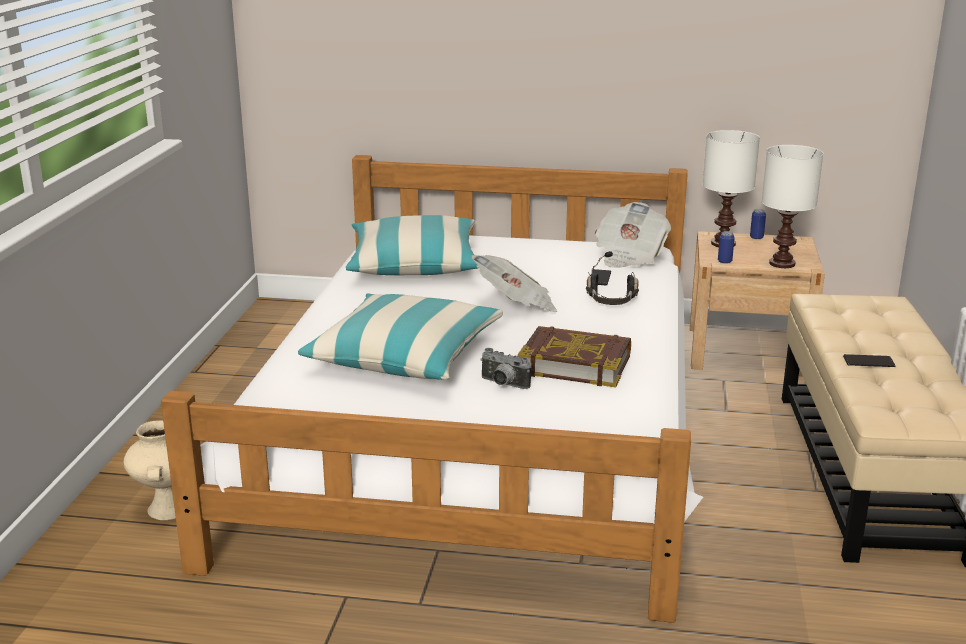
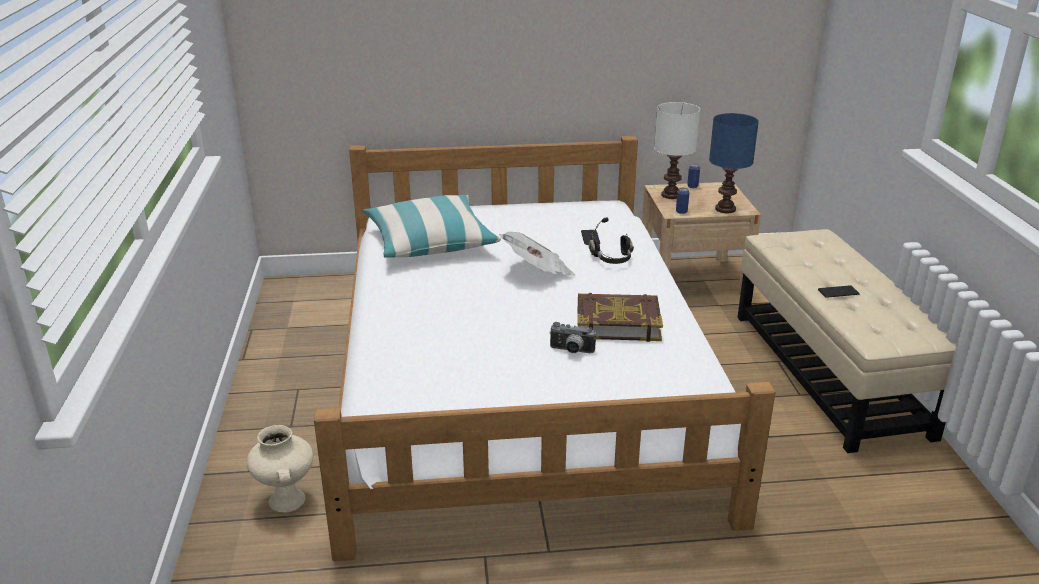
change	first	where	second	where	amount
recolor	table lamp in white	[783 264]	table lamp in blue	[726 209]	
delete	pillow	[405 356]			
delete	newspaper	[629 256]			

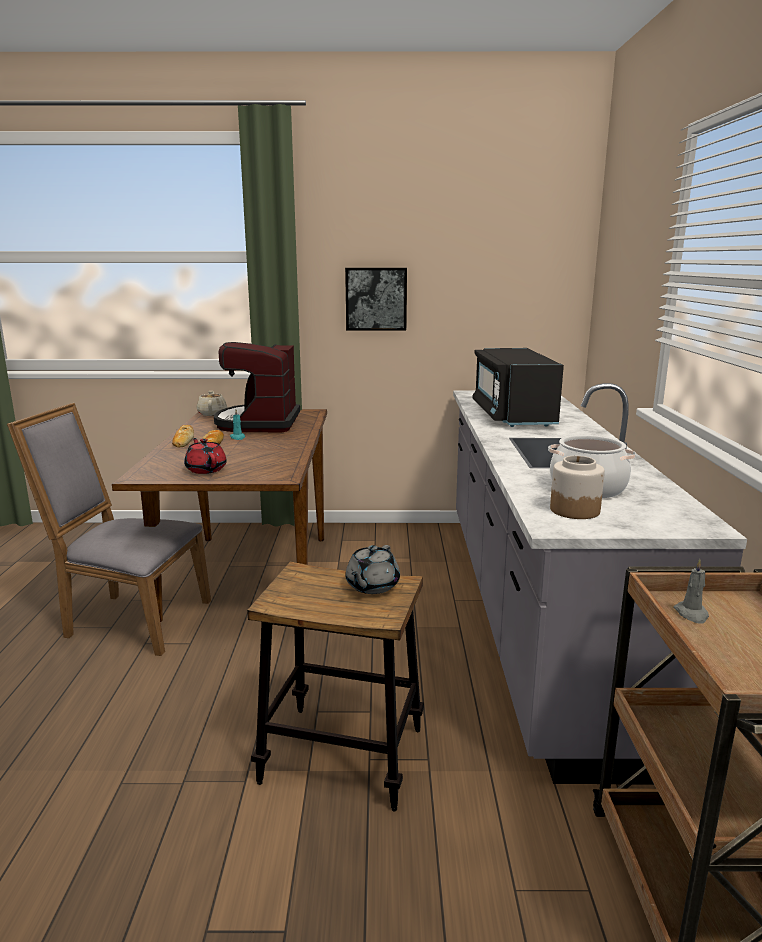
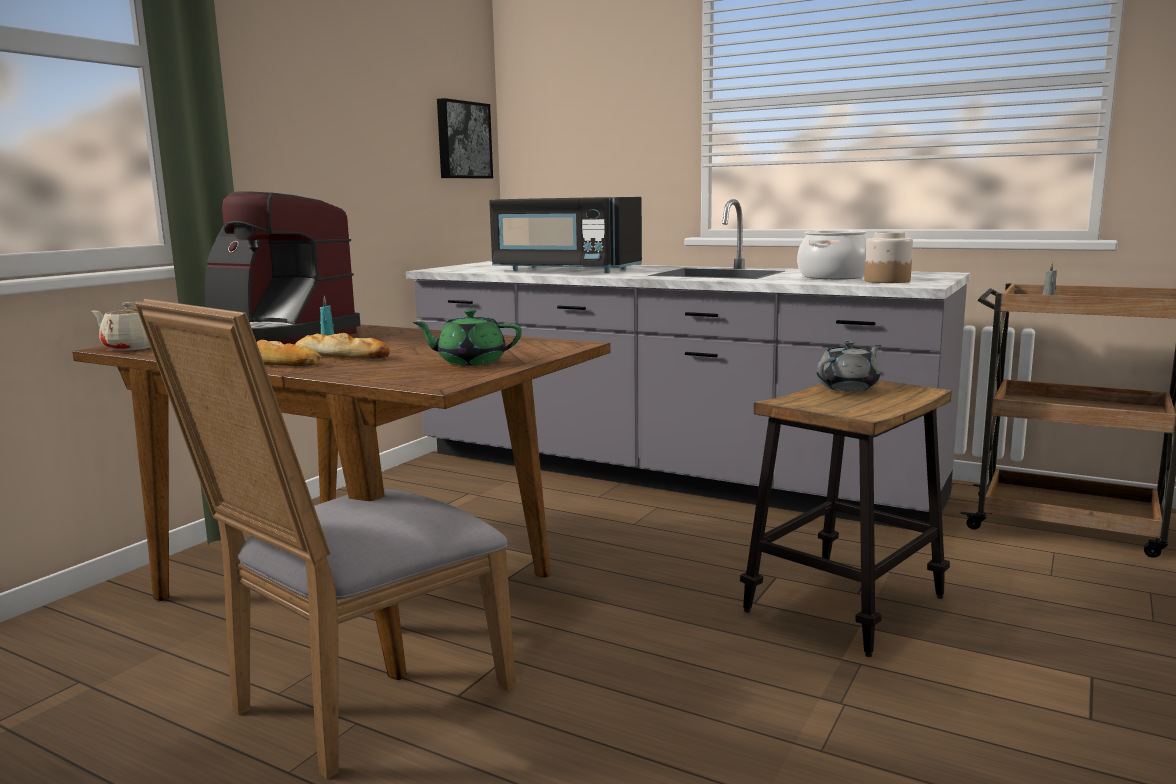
change	first	where	second	where	amount
recolor	teapot in red	[206 469]	teapot in green	[470 362]	
move	picture	[376 299]		[462 140]	
rotate	teapot in grey	[371 586]		[848 387]	90 degrees counterclockwise

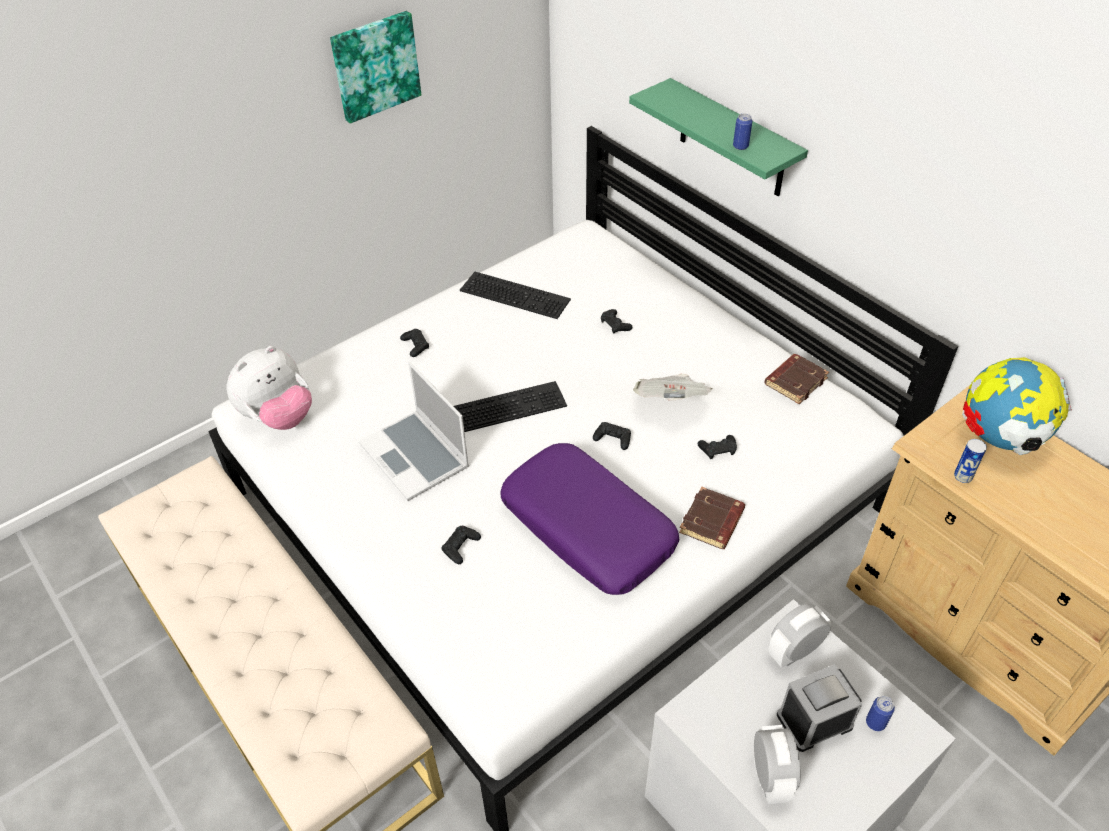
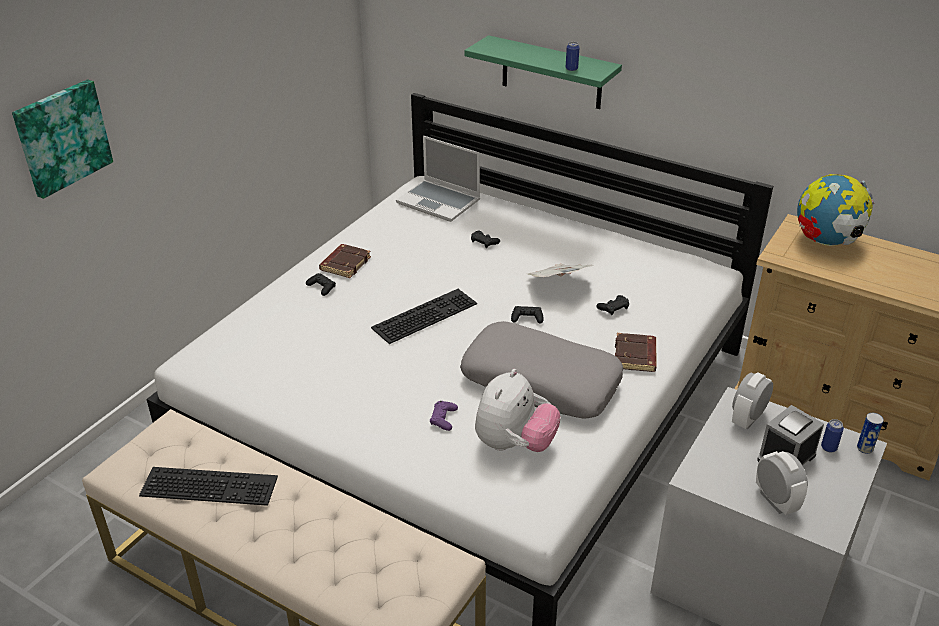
change	first	where	second	where	amount
move	picture	[375 66]		[62 137]	
move	keyboard	[516 294]		[211 484]	
move	book in brown	[795 381]		[345 264]	
move	laptop	[416 456]		[440 202]	
recolor	game controller in black	[460 547]	game controller in purple	[443 419]	
recolor	pillow in purple	[588 527]	pillow in grey	[541 382]	
move	plush toy	[279 417]		[514 444]	
move	can	[962 476]		[864 448]	

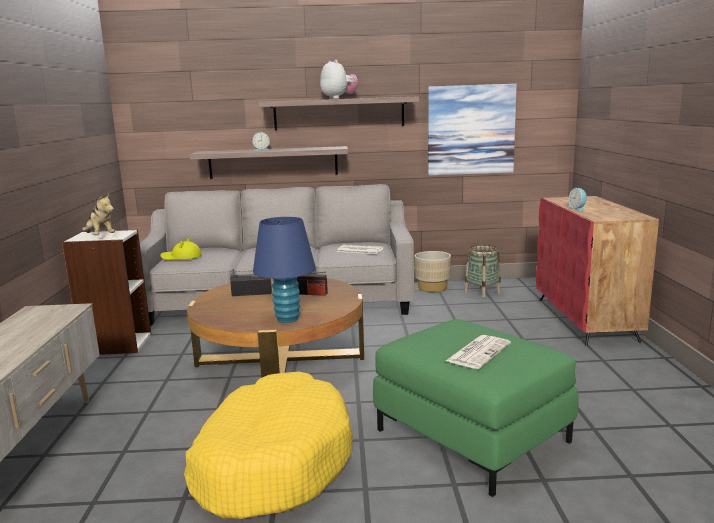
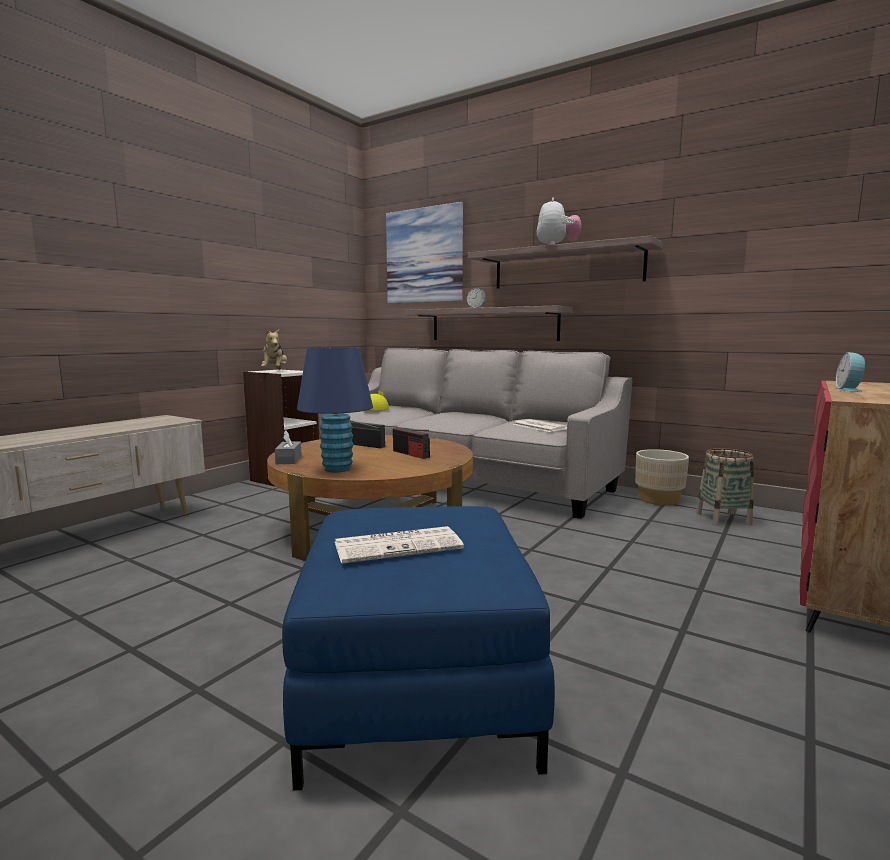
change	first	where	second	where	amount
insert			tissue box in grey	[288 460]	
recolor	ottoman in green	[472 435]	ottoman in blue	[418 686]	
move	picture	[471 130]		[424 256]	
delete	dog bed in yellow	[272 462]			

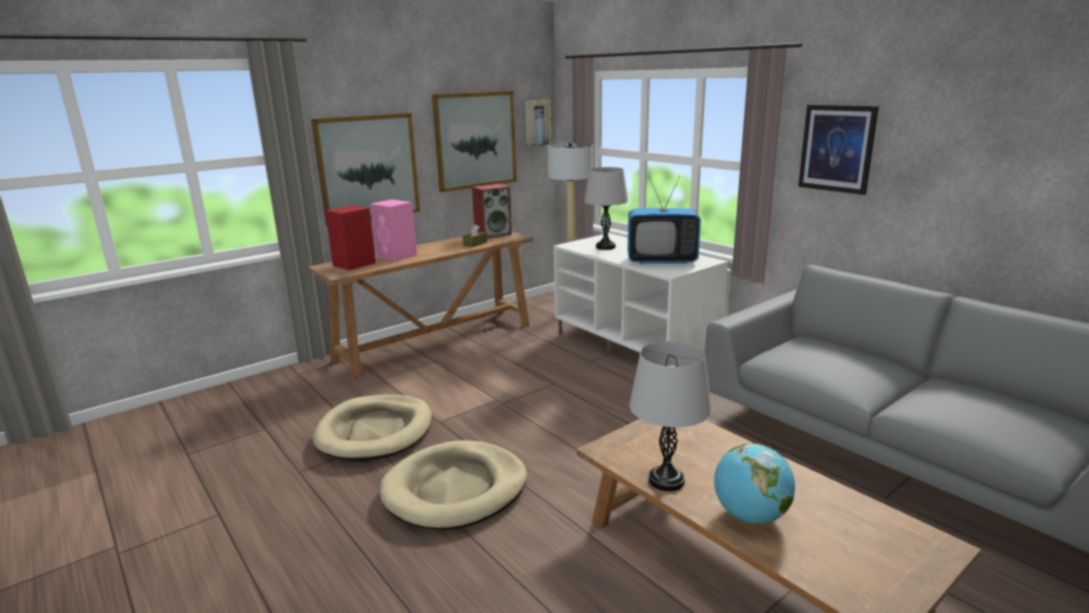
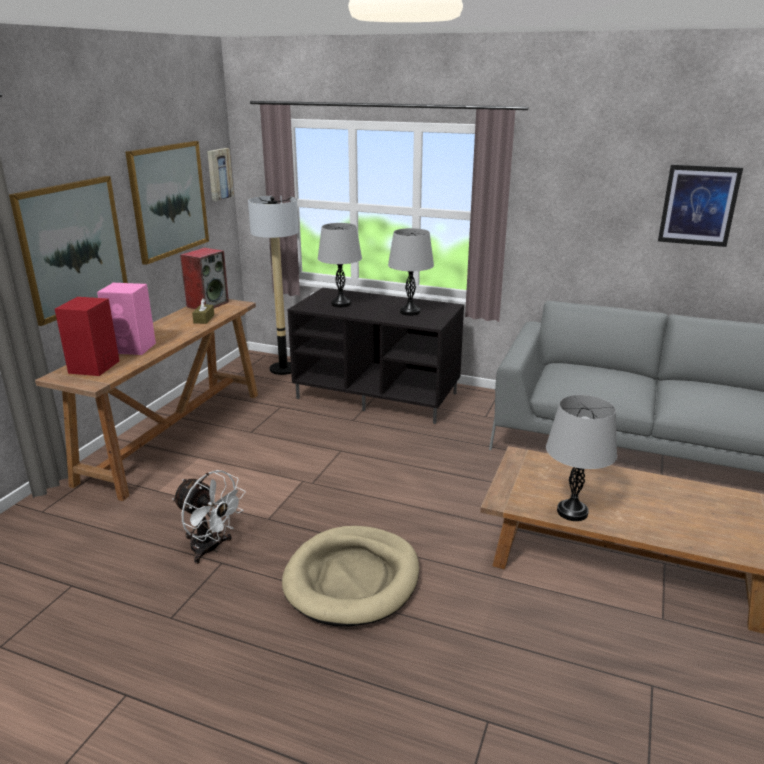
change	first	where	second	where	amount
replace	dog bed in beige	[375 432]	fan in white	[211 549]	
recolor	tv stand in white	[635 345]	tv stand in black	[378 395]	
replace	television	[661 261]	table lamp in grey	[410 312]	
move	picture	[837 148]		[698 205]	
delete	globe	[750 516]			

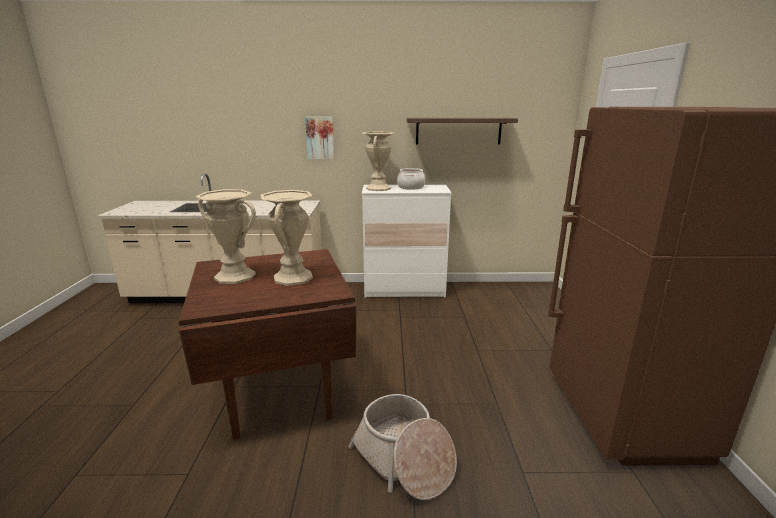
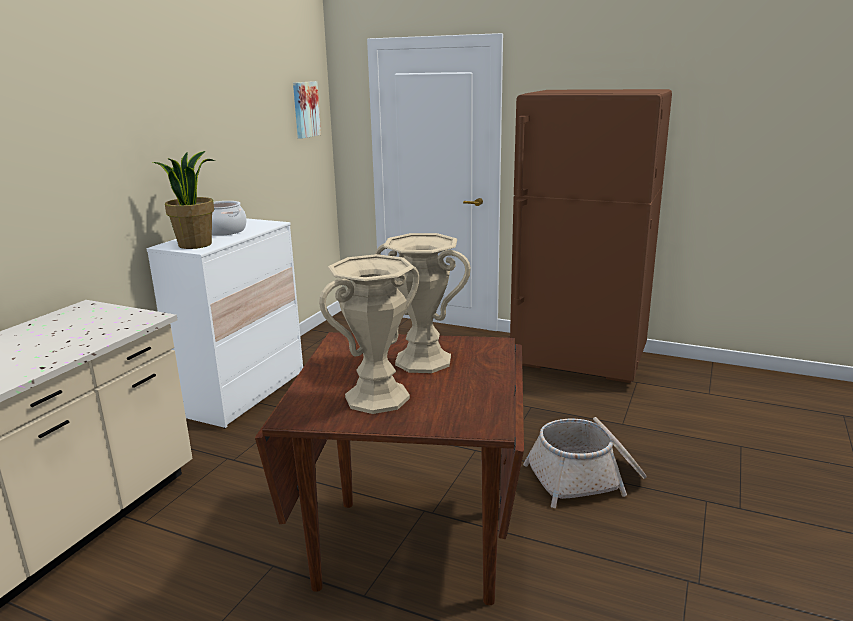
change	first	where	second	where	amount
replace	vase in beige	[378 188]	potted plant	[195 244]	
move	picture	[320 138]		[305 109]	
delete	shelf	[458 131]			

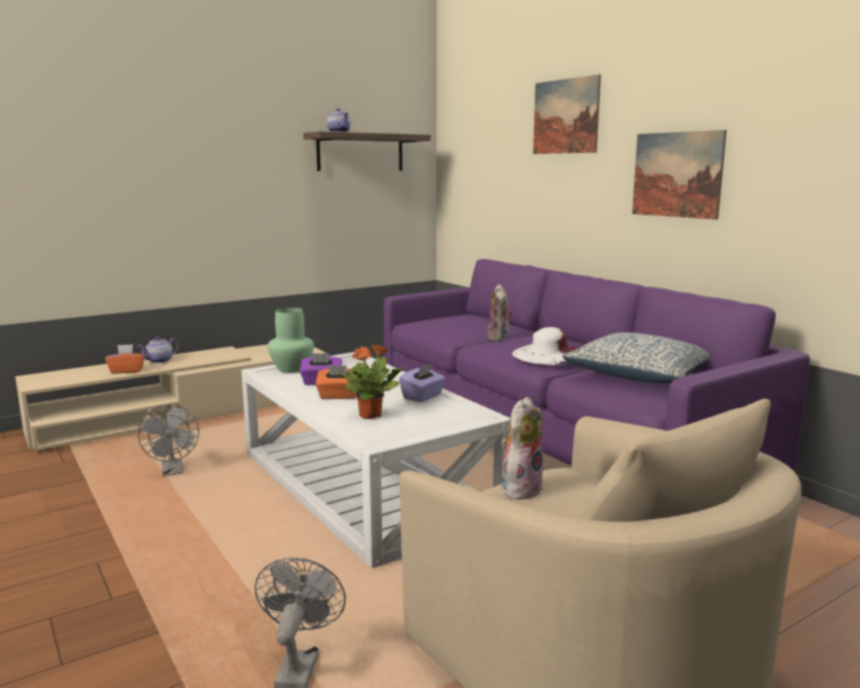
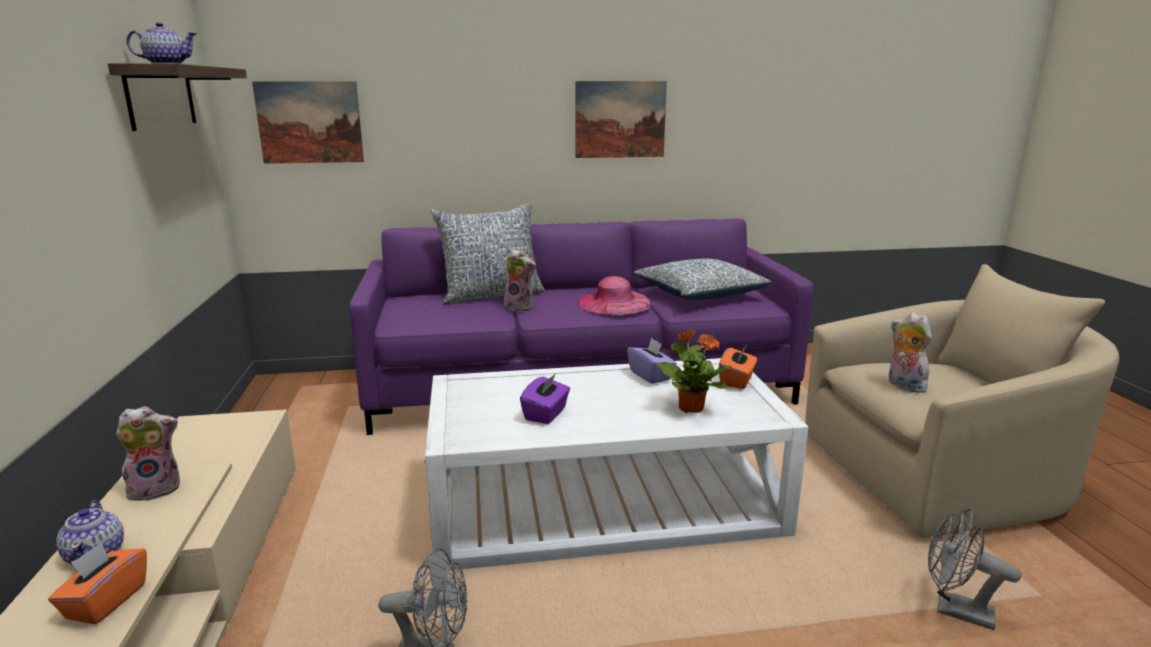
change	first	where	second	where	amount
insert			plush toy	[156 489]	
move	picture	[565 116]		[309 122]	
insert			pillow	[491 295]	
recolor	hat in white	[550 355]	hat in pink	[614 303]	
move	tissue box in orange	[339 396]		[737 381]	
delete	vase in green	[291 369]			

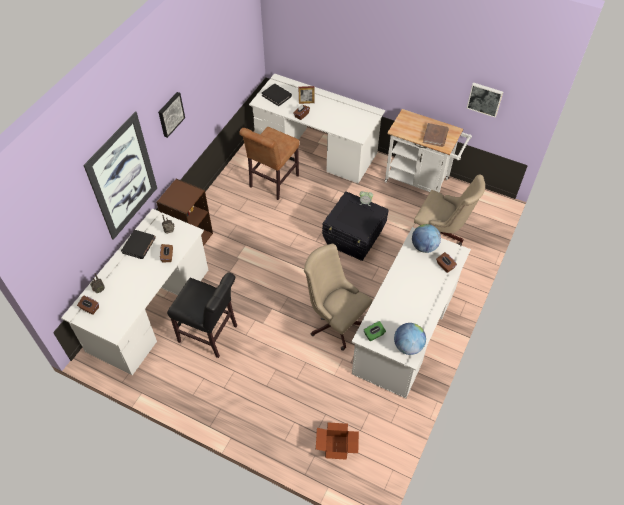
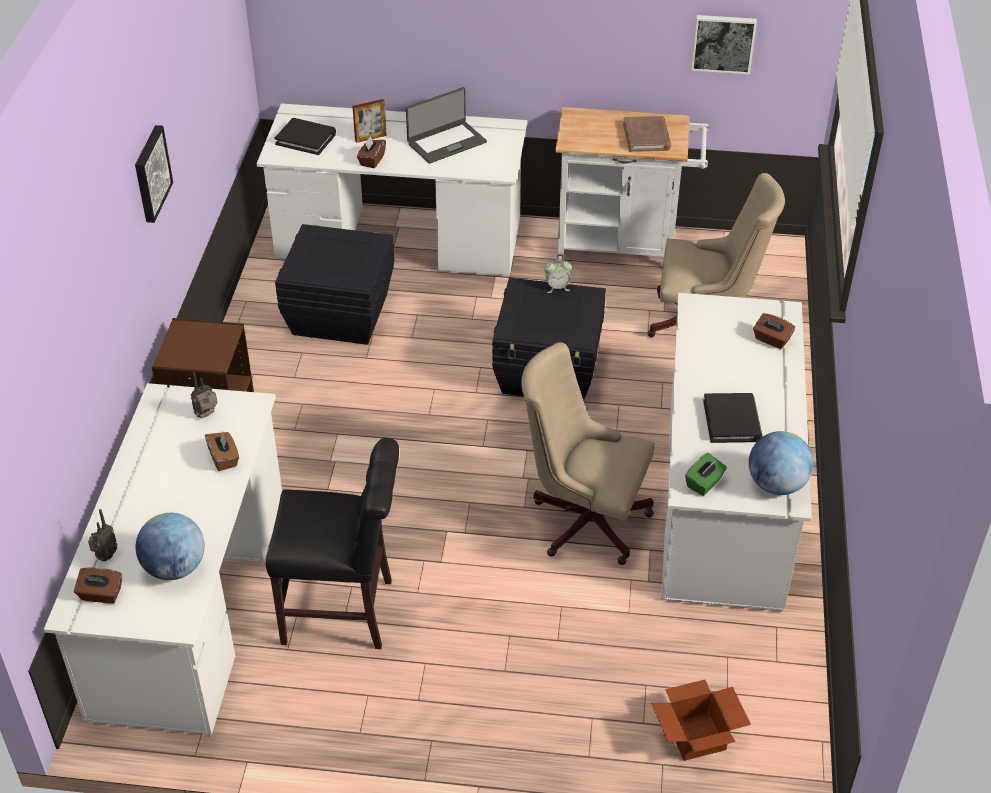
change	first	where	second	where	amount
move	globe	[424 247]		[175 568]	
replace	chair in brown	[272 183]	storage box in black	[339 314]	
insert			laptop	[446 142]	
move	book in black	[139 245]		[732 421]	
delete	picture	[123 177]			

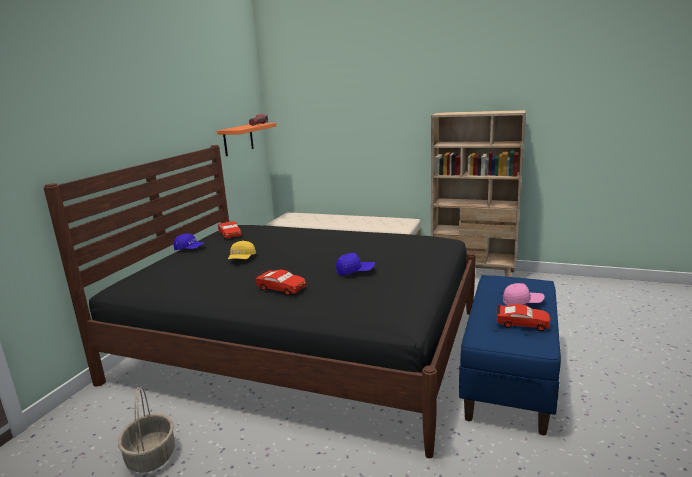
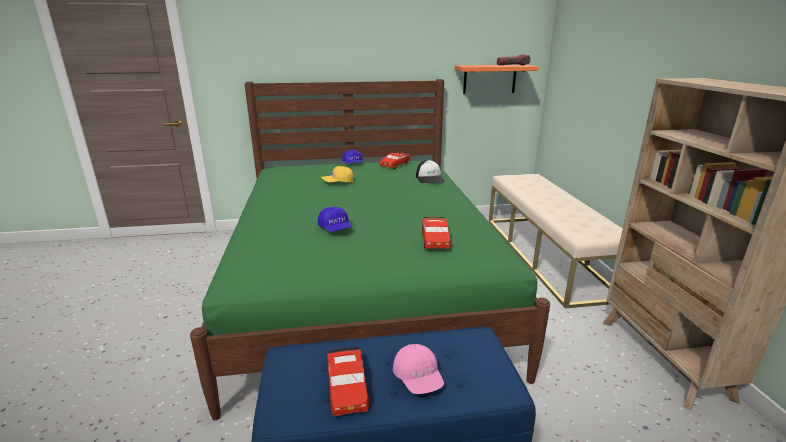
change	first	where	second	where	amount
recolor	bed in black	[301 345]	bed in green	[363 285]	
insert			cap	[430 178]	
move	toy car in red	[281 288]		[435 239]	
delete	basket	[150 456]			

